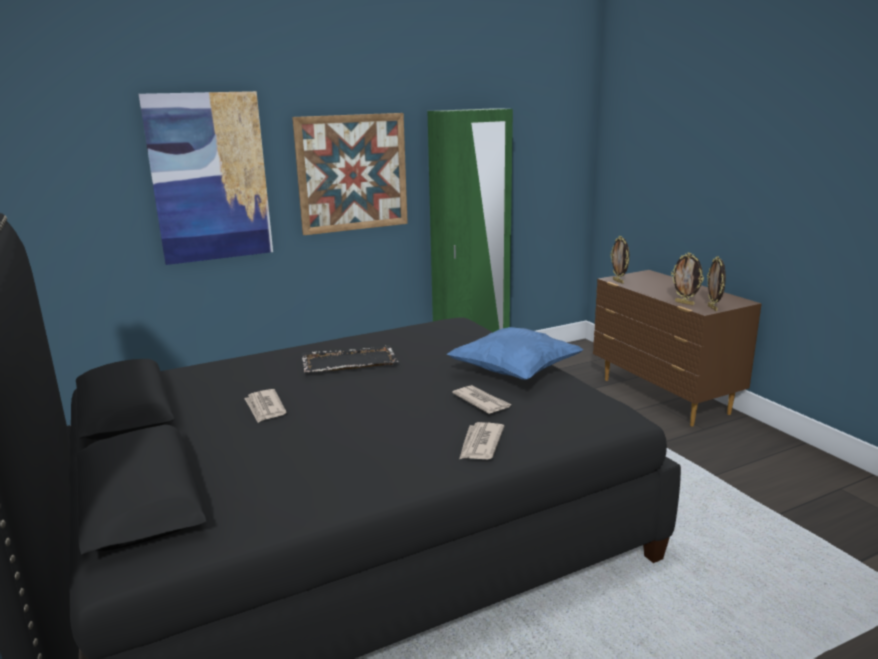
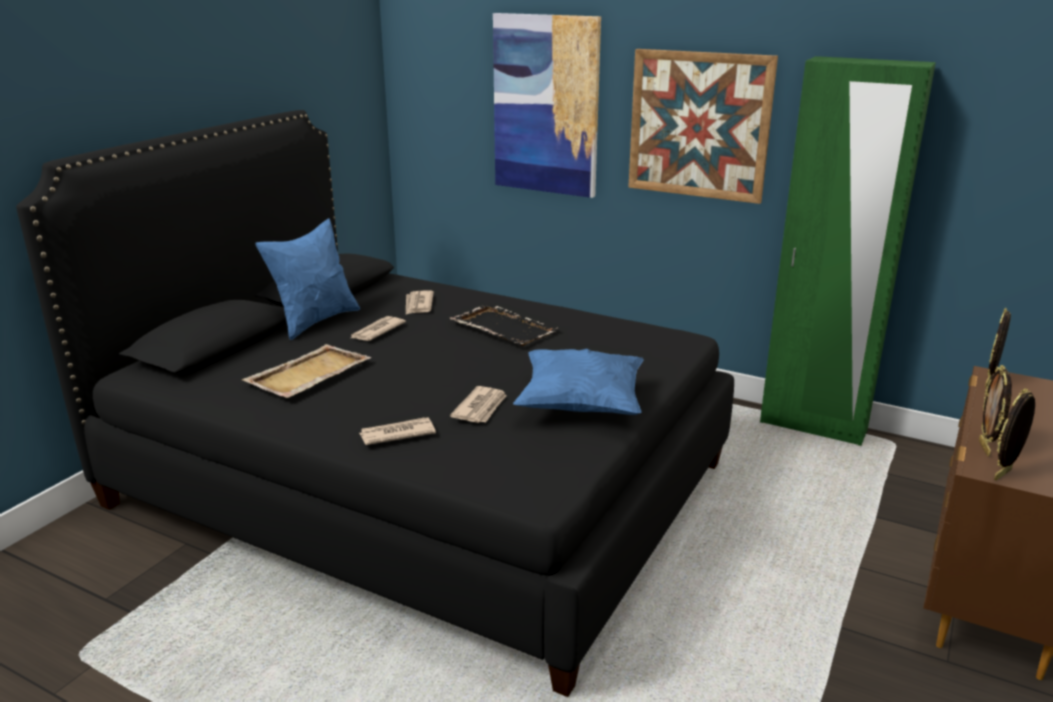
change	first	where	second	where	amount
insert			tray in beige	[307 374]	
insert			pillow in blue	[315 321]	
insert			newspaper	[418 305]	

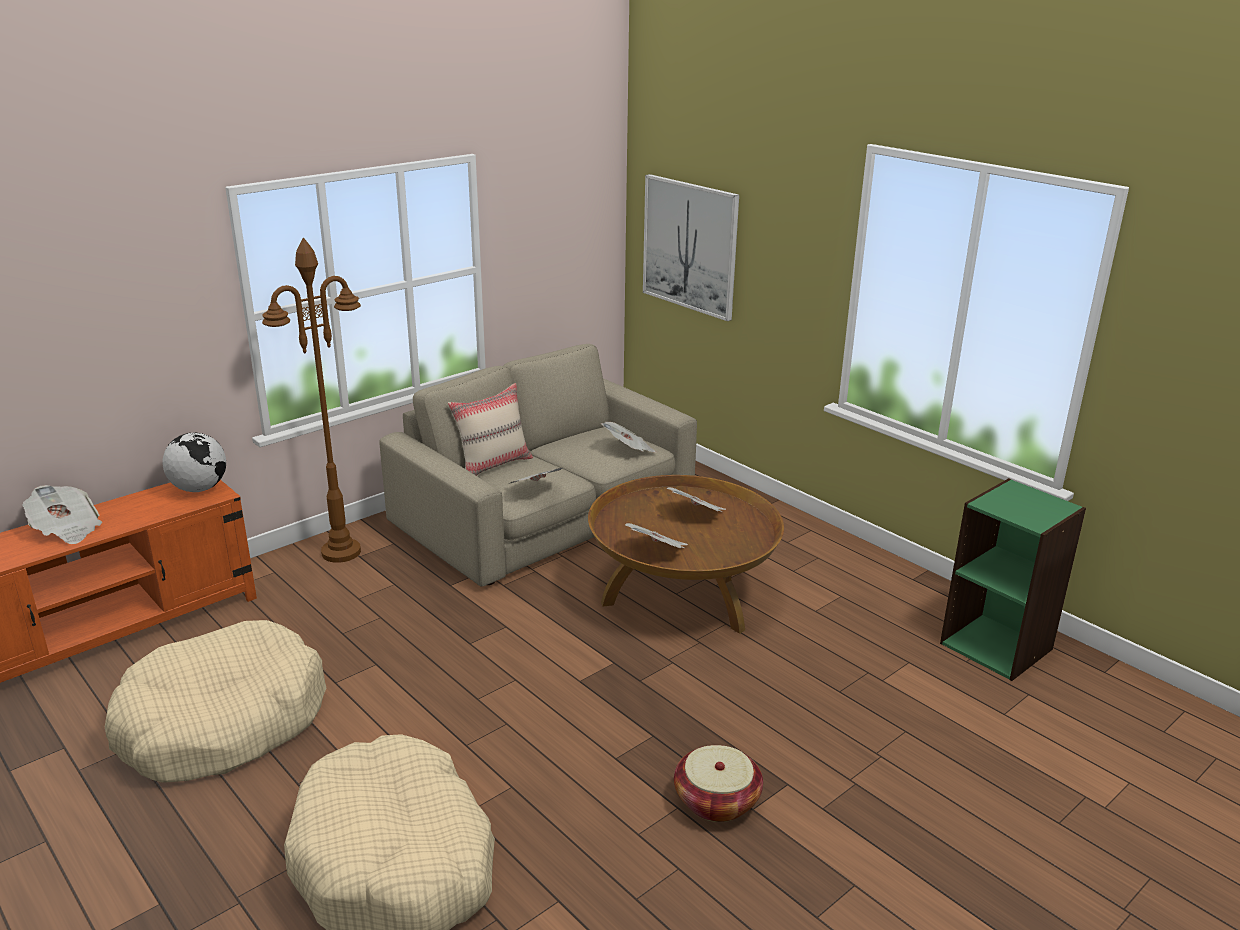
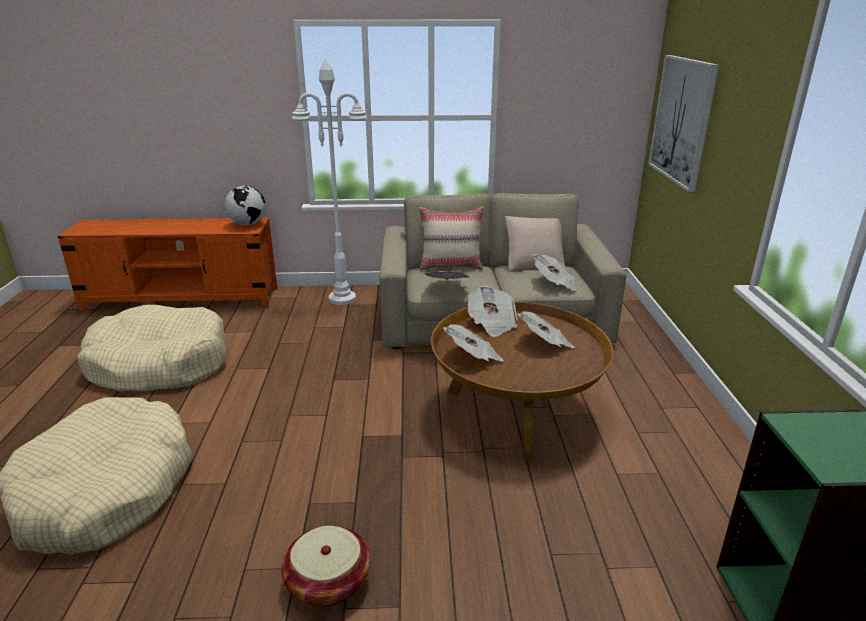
change	first	where	second	where	amount
recolor	floor lamp in brown	[341 552]	floor lamp in white	[342 299]	
move	newspaper	[66 530]		[492 324]	
insert			pillow in beige	[533 264]	

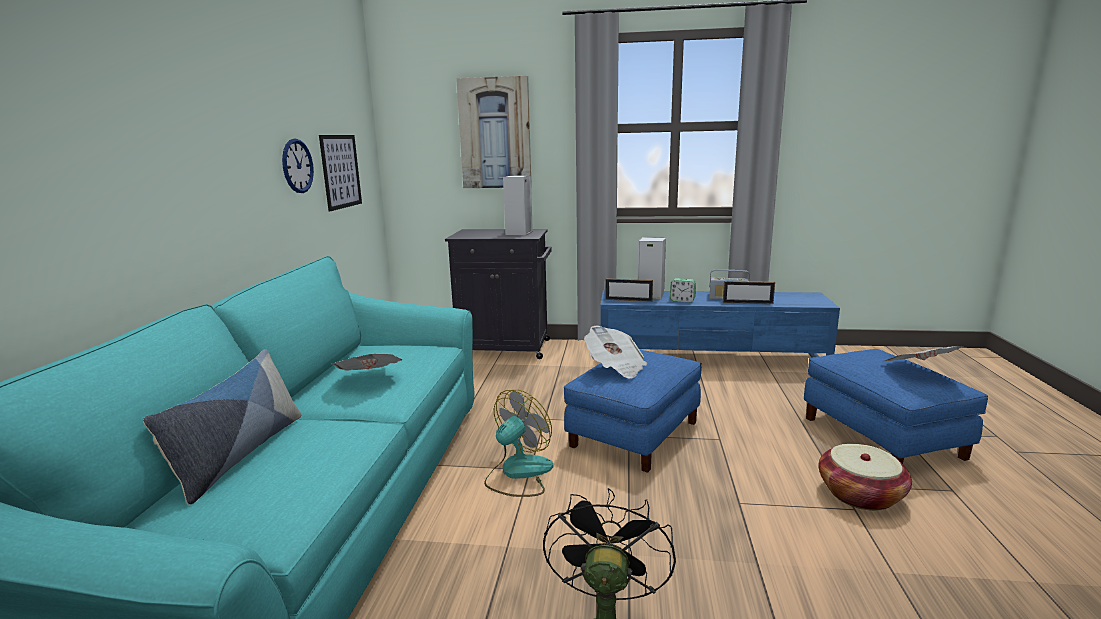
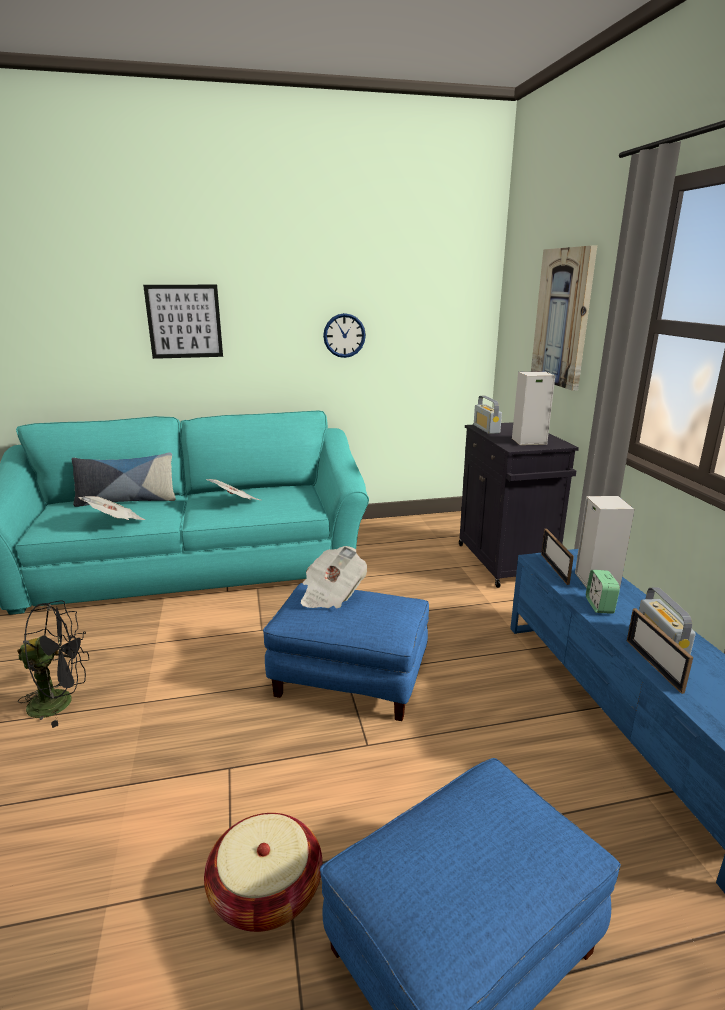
change	first	where	second	where	amount
move	newspaper	[918 370]		[115 522]	
move	picture	[341 171]		[184 321]	
insert			radio	[486 429]	
delete	fan	[518 473]			

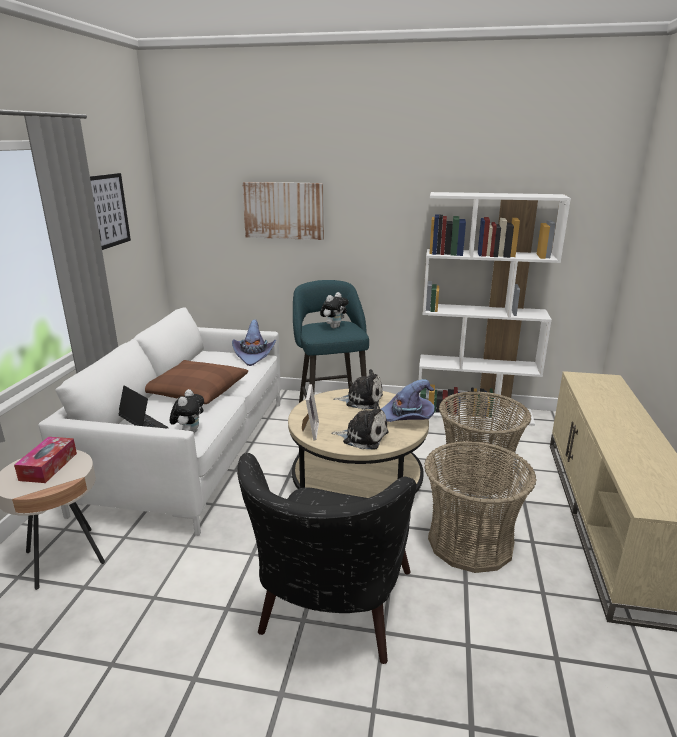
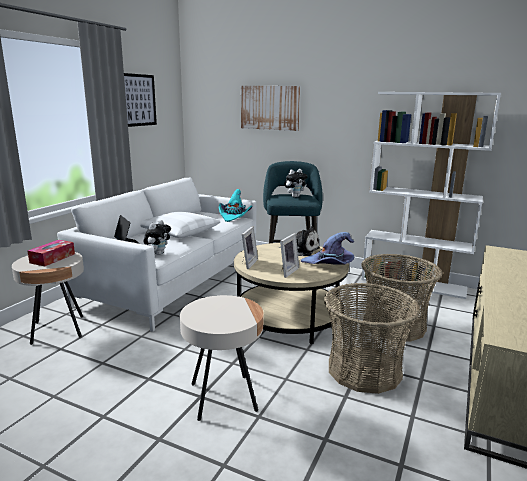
change	first	where	second	where	amount
recolor	pillow in brown	[195 391]	pillow in white	[178 232]	
replace	armchair in black	[331 615]	side table in beige	[223 397]	
recolor	hat in purple	[254 355]	hat in turquoise	[234 216]	
replace	plush toy	[363 437]	picture frame	[286 271]	

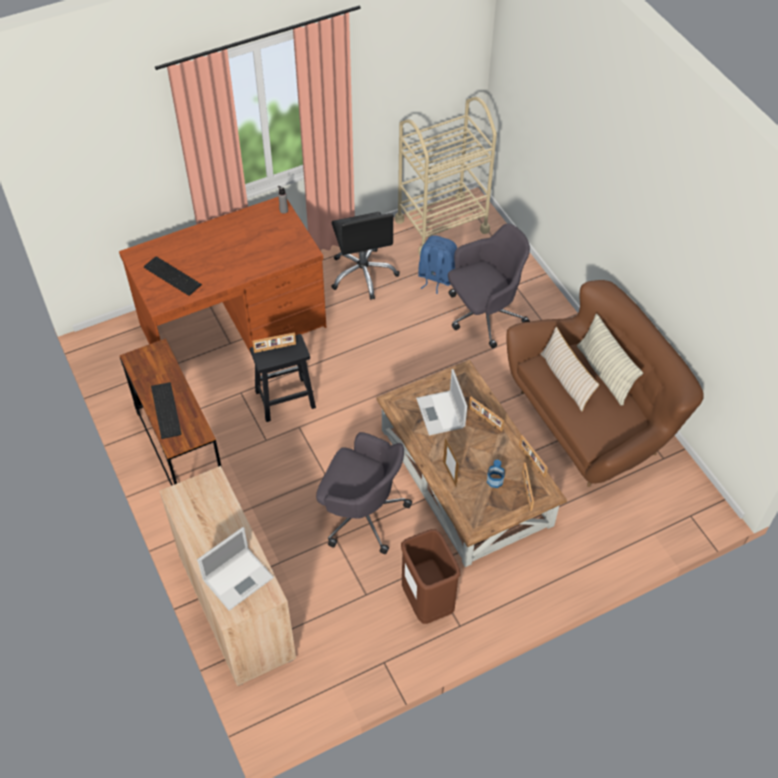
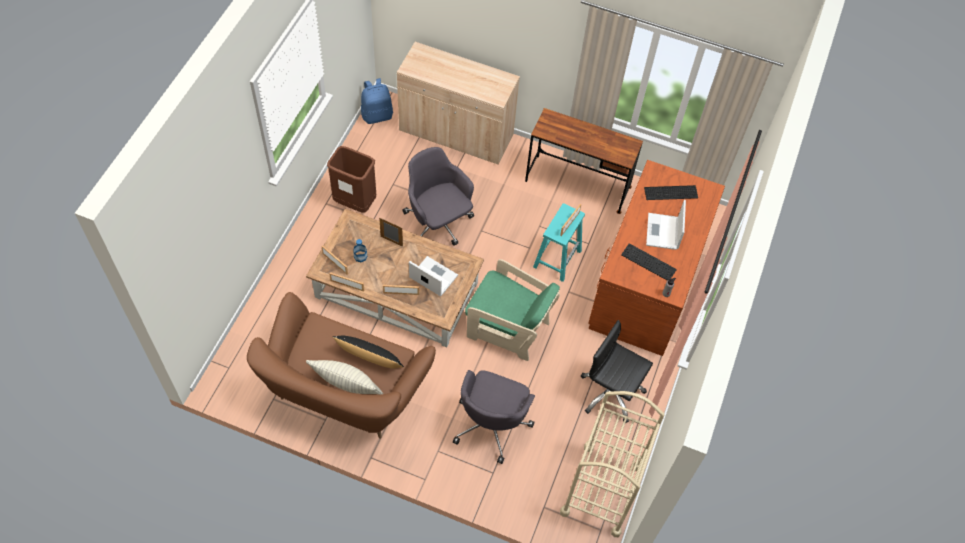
change	first	where	second	where	amount
recolor	pillow in beige	[566 380]	pillow in black	[369 358]	
move	backpack in blue	[436 278]		[377 115]	
rotate	office chair in grey	[361 513]		[438 224]	75 degrees clockwise
insert			armchair in green	[508 328]	
recolor	stool in black	[284 400]	stool in turquoise	[557 258]	
move	keyboard	[164 410]		[649 262]	
move	laptop	[239 578]		[663 232]	

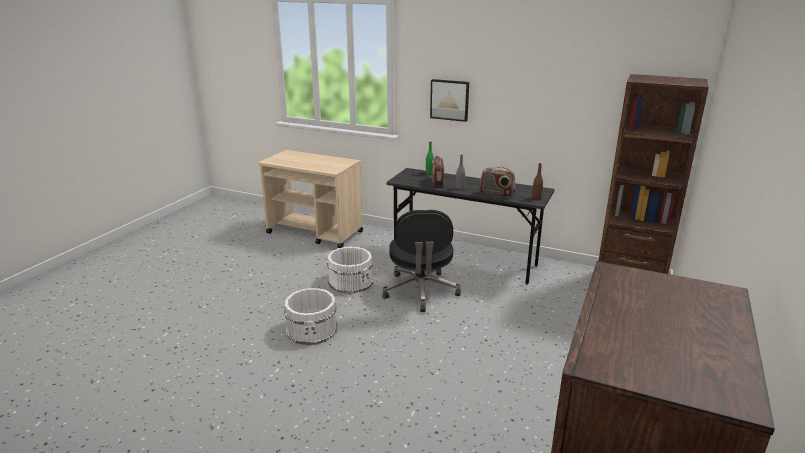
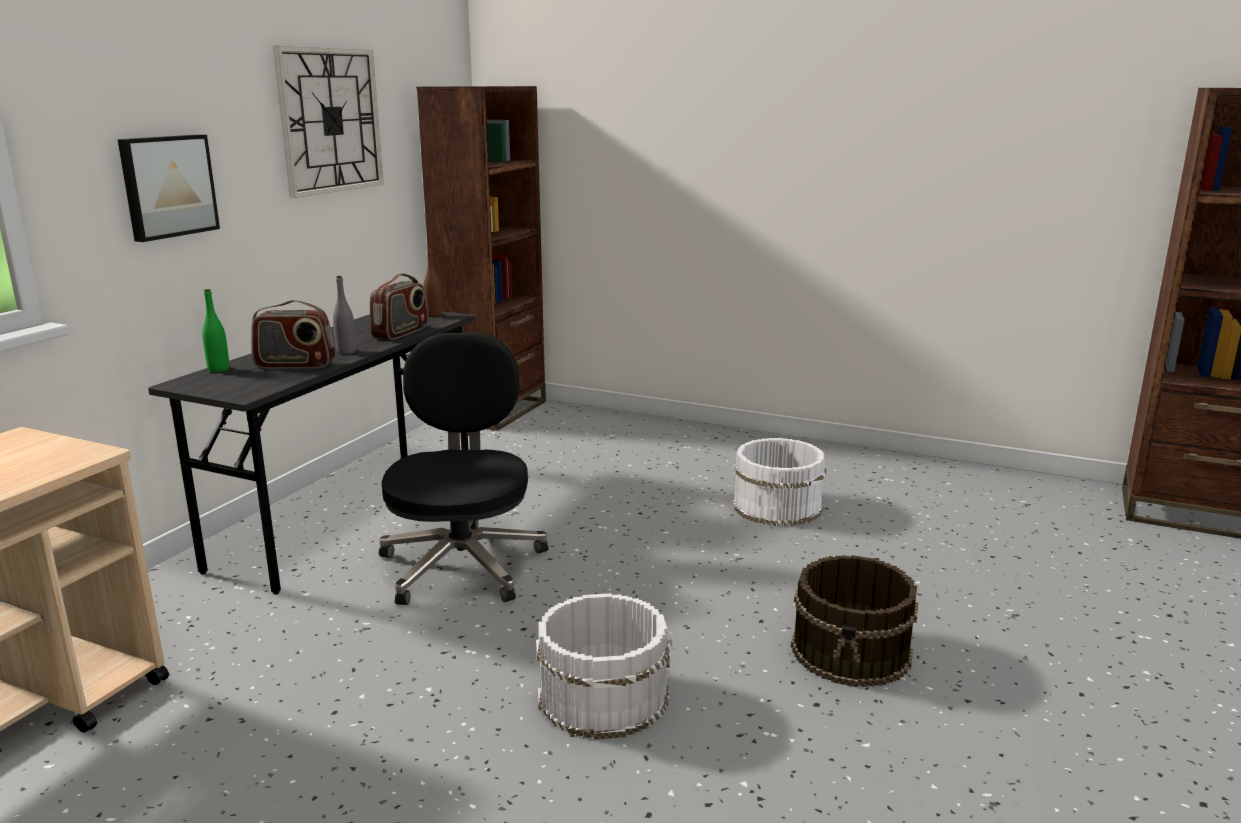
change	first	where	second	where	amount
insert			wall clock	[330 121]	
rotate	office chair in black	[420 291]		[463 564]	90 degrees counterclockwise
move	bucket in white	[351 281]		[776 506]	
insert			bucket in brown	[852 651]	

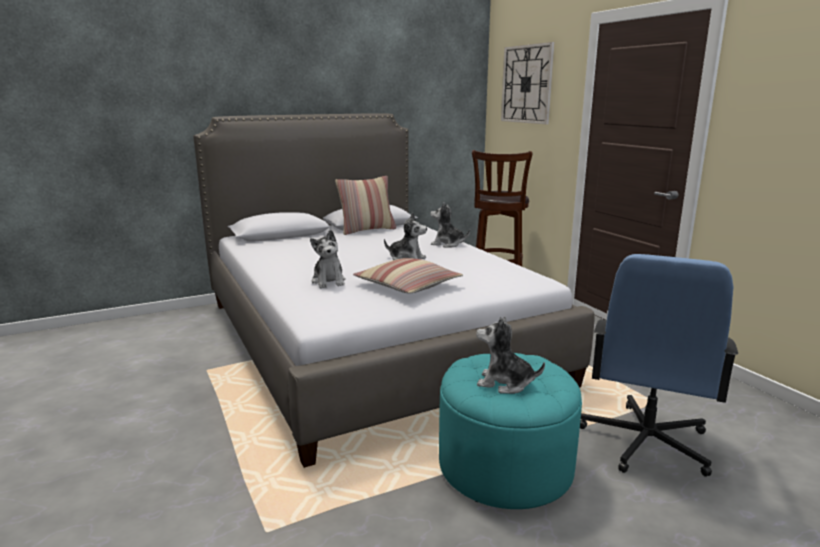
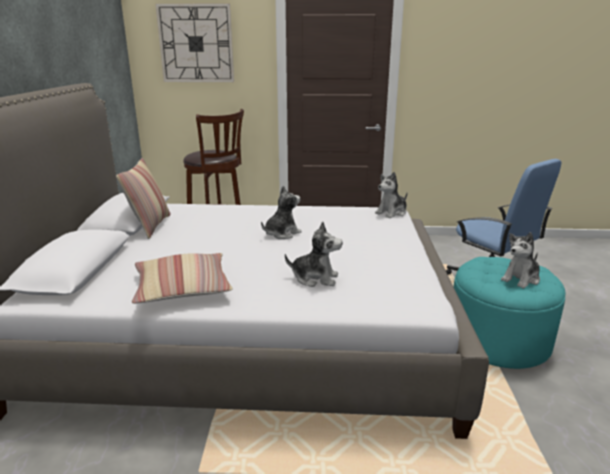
change	first	where	second	where	amount
move	pillow	[407 286]		[182 288]	
move	plush toy	[447 244]		[392 212]	

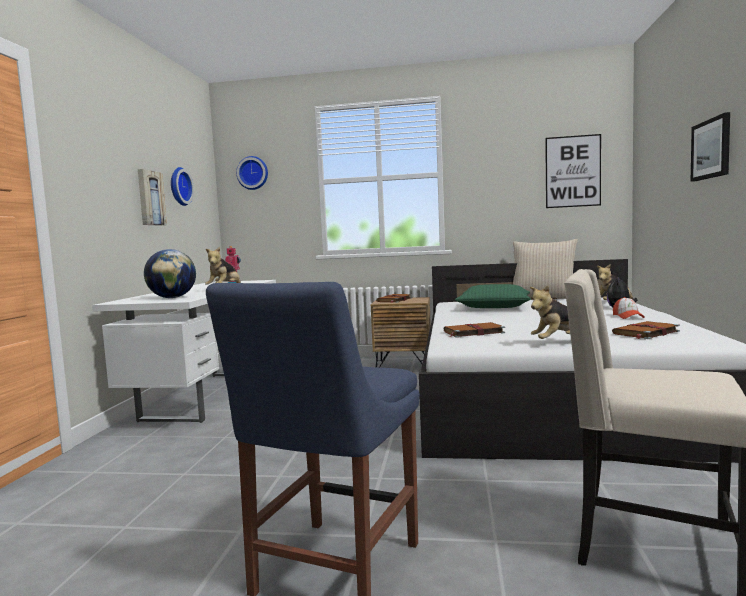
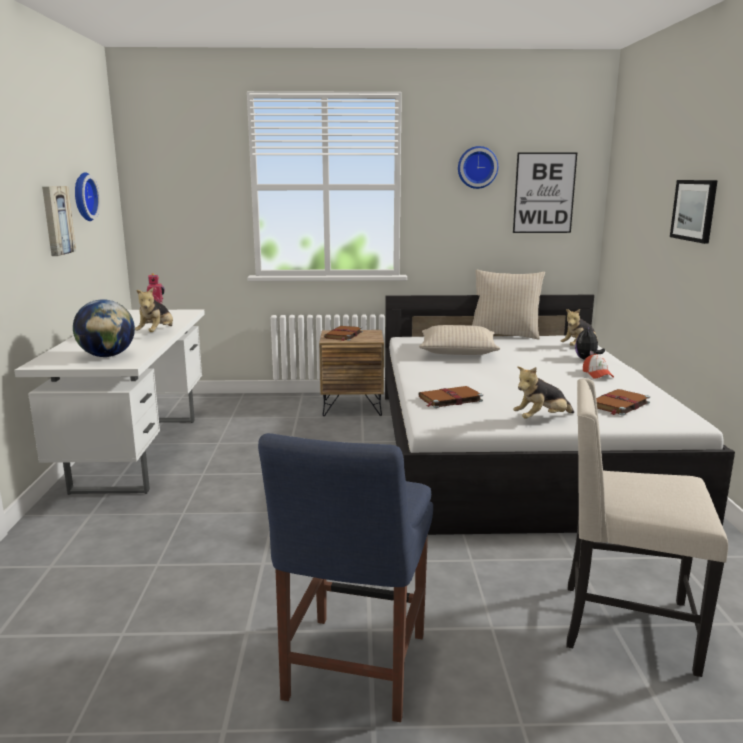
change	first	where	second	where	amount
recolor	pillow in green	[494 307]	pillow in beige	[458 351]	
move	wall clock	[253 173]		[477 167]	

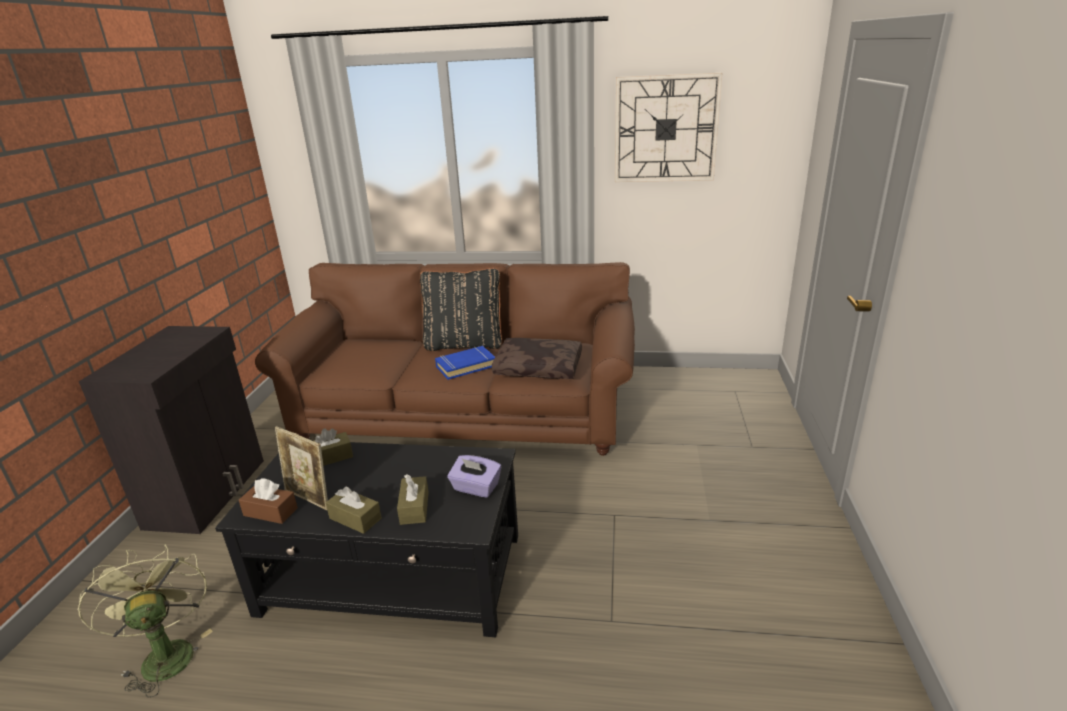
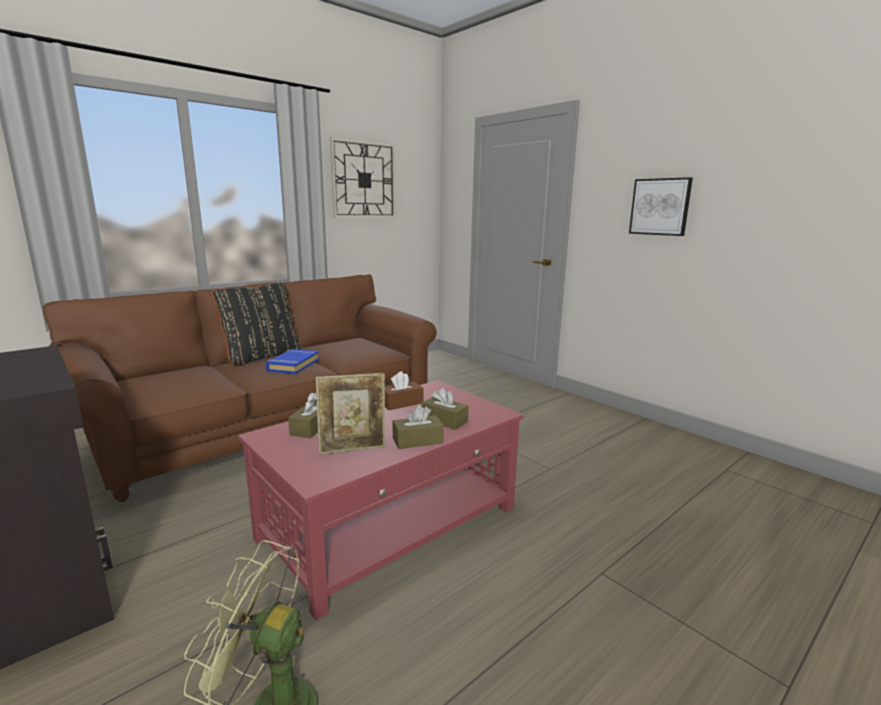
change	first	where	second	where	amount
recolor	coffee table in black	[394 574]	coffee table in red	[392 523]	
move	tissue box in brown	[270 512]		[401 403]	
insert			picture	[660 207]	
delete	tissue box in purple	[475 488]			
delete	pillow in brown	[539 367]			

